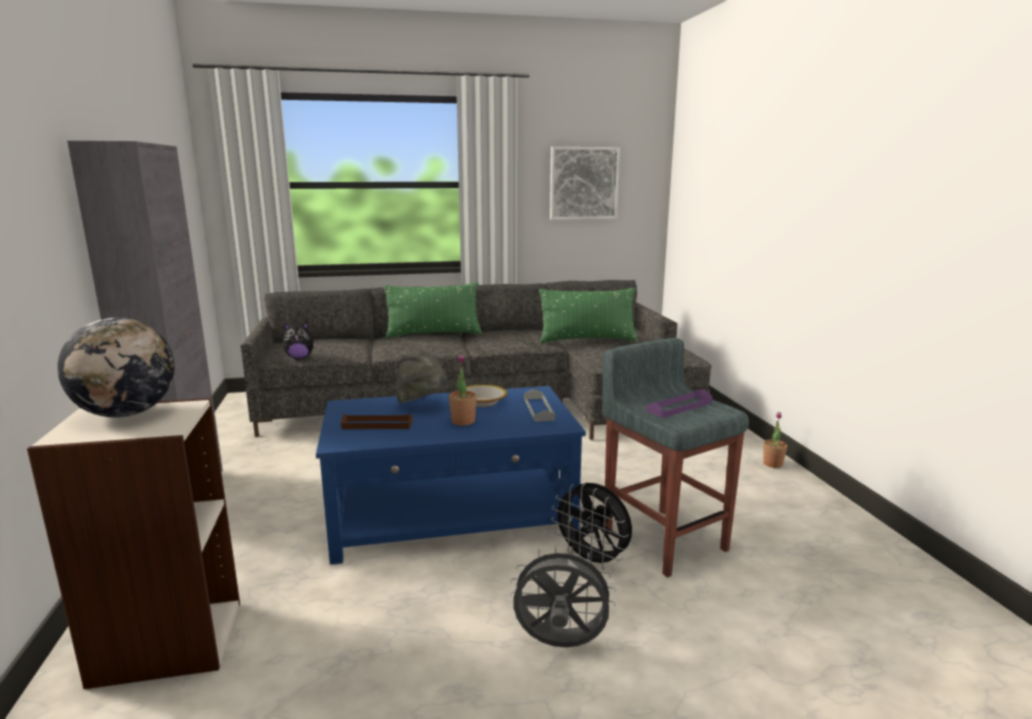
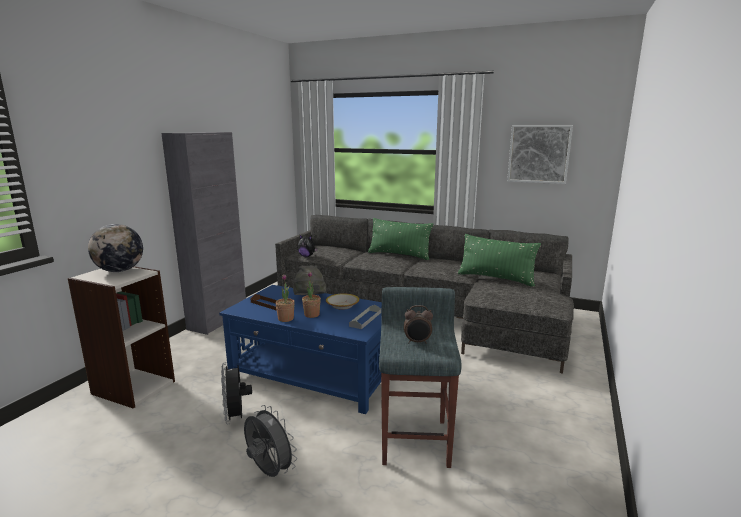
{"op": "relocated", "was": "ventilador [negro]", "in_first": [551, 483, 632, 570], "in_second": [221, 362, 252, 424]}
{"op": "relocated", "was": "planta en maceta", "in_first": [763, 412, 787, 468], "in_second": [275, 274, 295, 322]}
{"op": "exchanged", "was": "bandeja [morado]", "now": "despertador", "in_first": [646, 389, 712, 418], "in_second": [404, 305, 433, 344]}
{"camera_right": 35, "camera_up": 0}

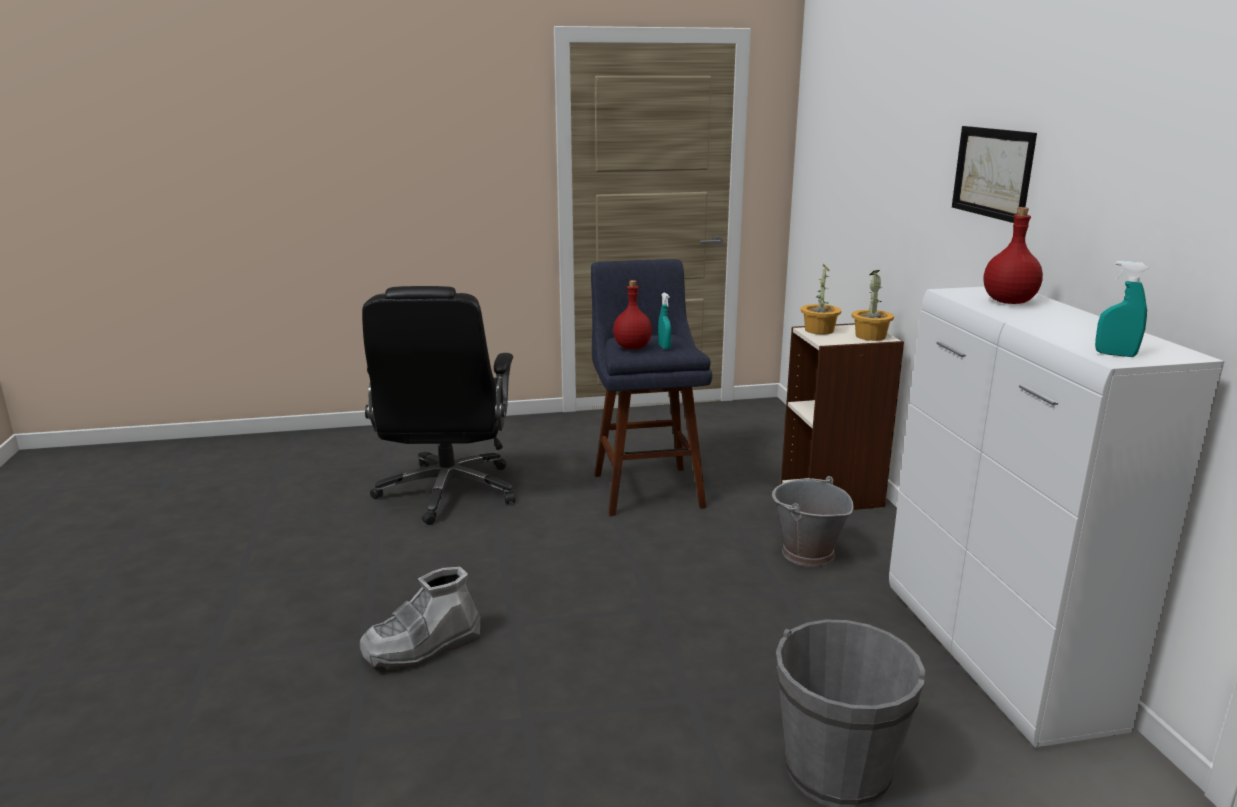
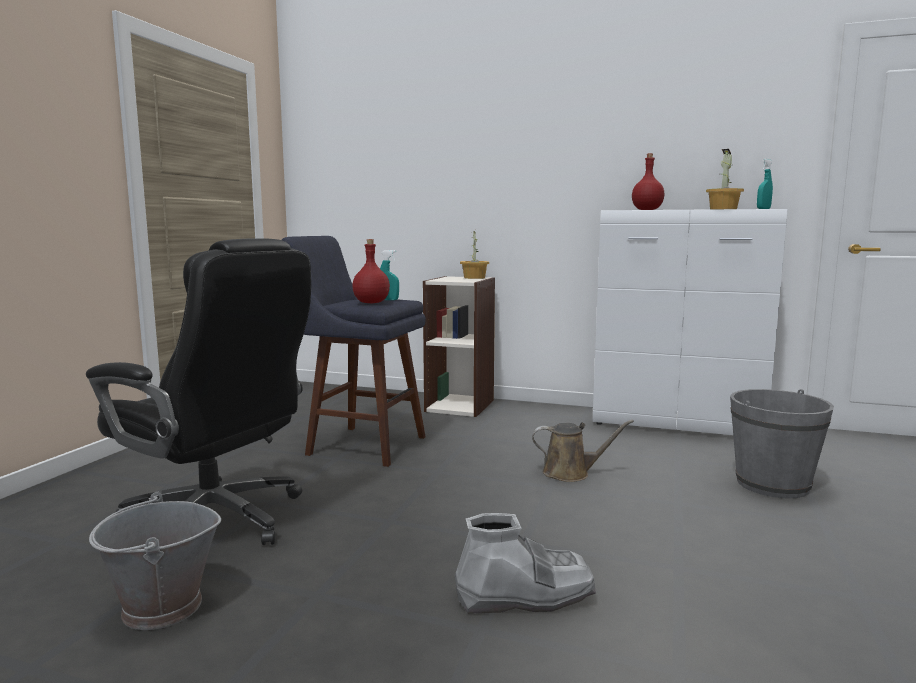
{"op": "missing", "was": "cuadro", "in_first": [952, 126, 1037, 223]}
{"op": "appeared", "now": "regadera [marrón]", "in_second": [532, 420, 634, 482]}
{"op": "relocated", "was": "cubo [gris]", "in_first": [772, 476, 854, 567], "in_second": [89, 492, 221, 630]}
{"op": "relocated", "was": "planta en maceta", "in_first": [801, 264, 841, 334], "in_second": [706, 149, 744, 209]}
{"op": "spun", "was": "bota [gris]", "in_first": [359, 567, 480, 669], "in_second": [455, 513, 596, 614], "clockwise": -90}
{"camera_right": -60, "camera_up": -10}

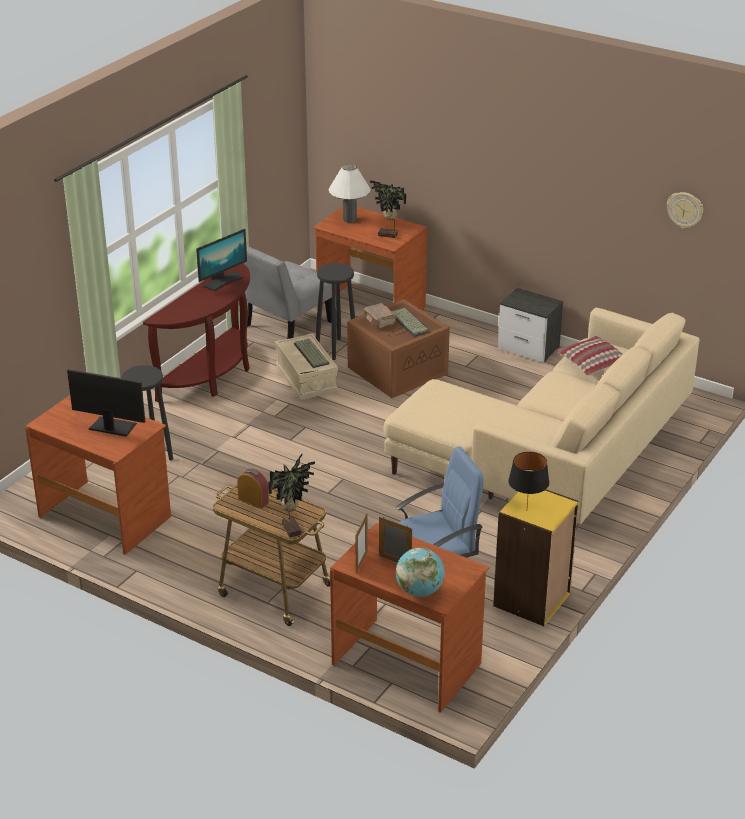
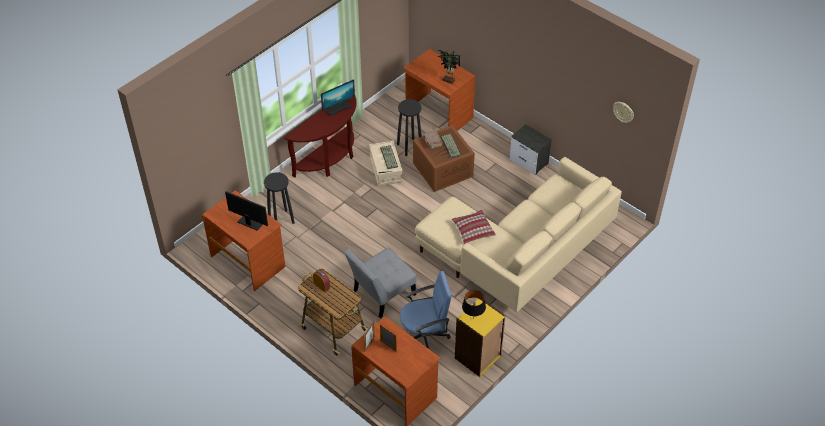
{"op": "missing", "was": "planta en maceta", "in_first": [268, 454, 315, 537]}
{"op": "missing", "was": "lámpara de mesa [blanco]", "in_first": [329, 164, 371, 223]}
{"op": "missing", "was": "globo terráqueo", "in_first": [396, 547, 444, 597]}
{"op": "relocated", "was": "silla [gris]", "in_first": [244, 245, 332, 339], "in_second": [344, 248, 416, 318]}
{"op": "relocated", "was": "cojín", "in_first": [555, 336, 623, 376], "in_second": [452, 210, 496, 244]}
{"camera_right": 10, "camera_up": 15}

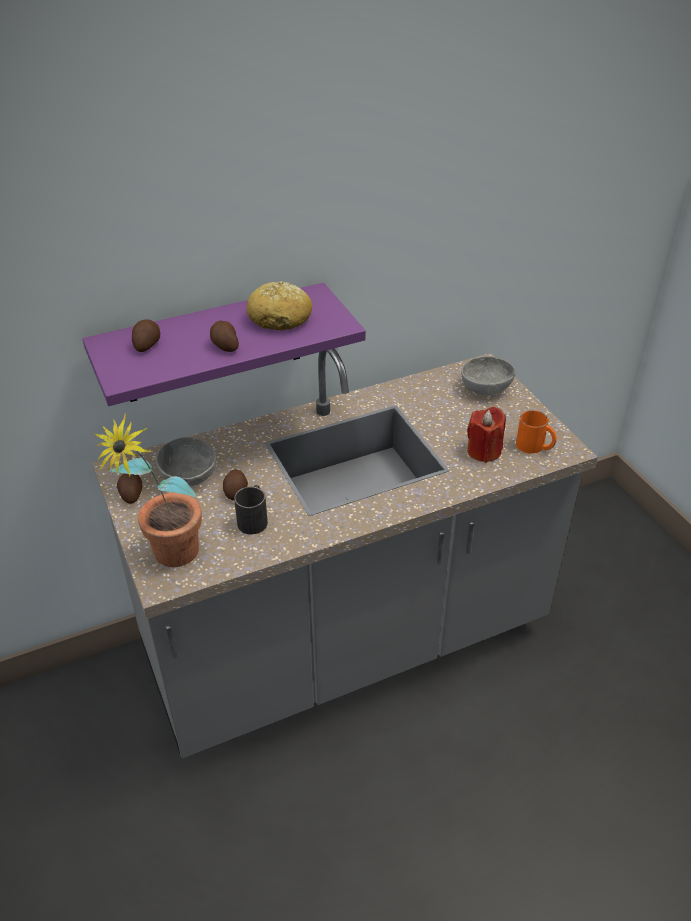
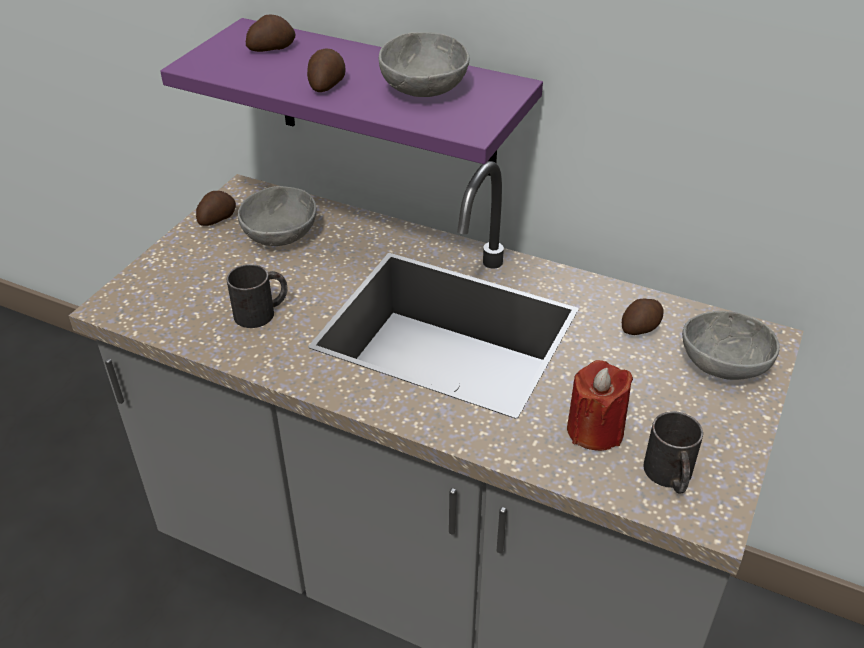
{"op": "missing", "was": "planta en maceta", "in_first": [94, 413, 202, 567]}
{"op": "relocated", "was": "patata", "in_first": [223, 469, 248, 500], "in_second": [622, 298, 664, 335]}
{"op": "exchanged", "was": "pan", "now": "cuenco [gris]", "in_first": [246, 281, 312, 331], "in_second": [379, 32, 470, 97]}
{"op": "colour", "was": "taza grande [naranja]", "now": "taza grande [negro]", "in_first": [516, 410, 557, 454], "in_second": [643, 411, 703, 494]}
{"camera_right": 50, "camera_up": 0}

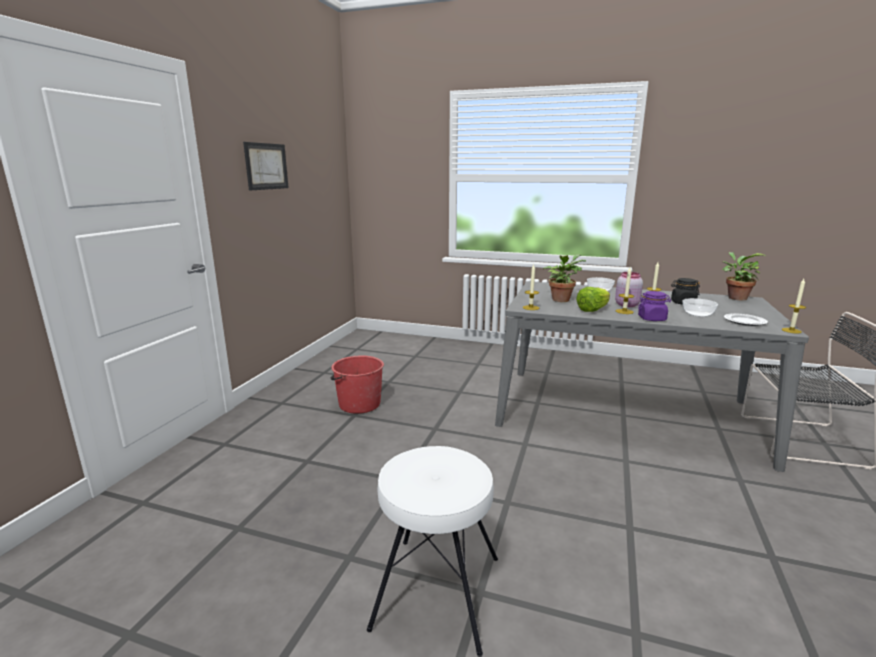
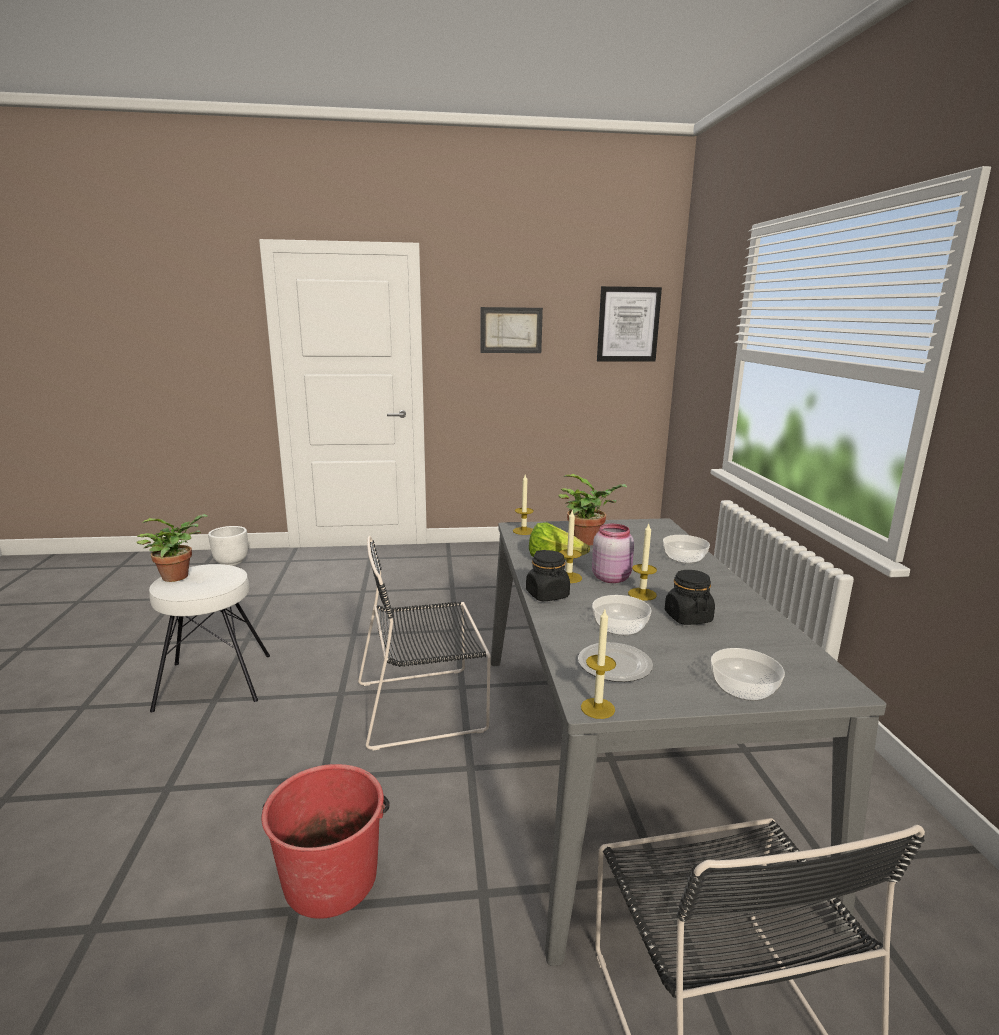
{"op": "appeared", "now": "maceta [blanco]", "in_second": [208, 526, 248, 566]}
{"op": "appeared", "now": "silla [negro]", "in_second": [358, 536, 491, 751]}
{"op": "appeared", "now": "cuadro", "in_second": [597, 286, 662, 362]}
{"op": "appeared", "now": "cuenco", "in_second": [711, 648, 785, 701]}
{"op": "relocated", "was": "cubo [rojo]", "in_first": [331, 355, 384, 414], "in_second": [261, 764, 390, 919]}
{"op": "relocated", "was": "planta en maceta", "in_first": [722, 252, 765, 301], "in_second": [136, 514, 209, 582]}
{"op": "colour", "was": "tarro [morado]", "now": "tarro [negro]", "in_first": [638, 291, 671, 321], "in_second": [526, 550, 570, 601]}
{"camera_right": 65, "camera_up": 0}

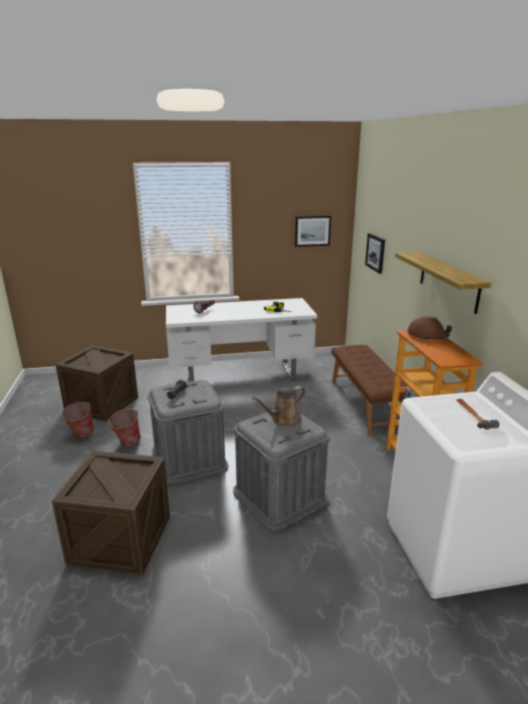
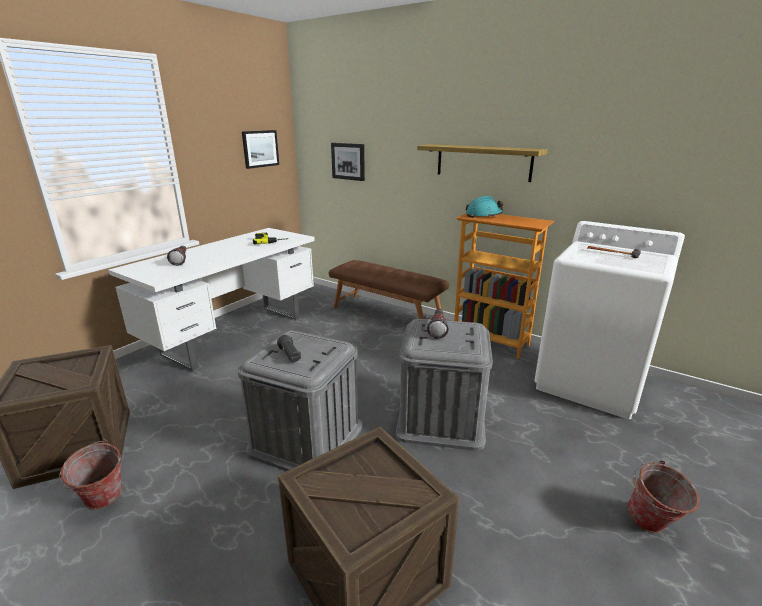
{"op": "relocated", "was": "cubo", "in_first": [107, 409, 141, 447], "in_second": [627, 460, 700, 533]}
{"op": "exchanged", "was": "regadera [marrón]", "now": "linterna", "in_first": [252, 386, 305, 426], "in_second": [427, 309, 449, 339]}
{"op": "colour", "was": "casco [marrón]", "now": "casco [turquesa]", "in_first": [407, 316, 452, 340], "in_second": [466, 196, 504, 218]}
{"camera_right": -45, "camera_up": 0}

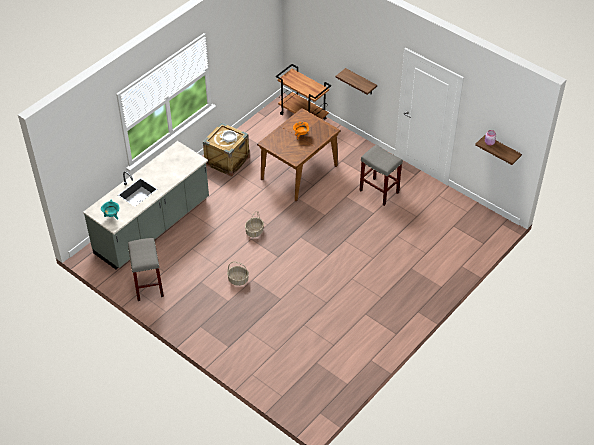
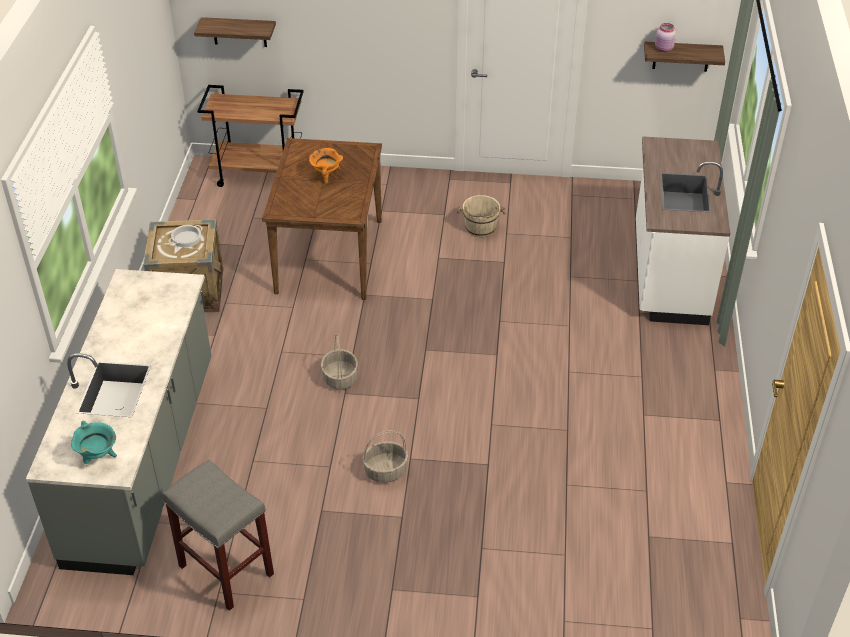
{"op": "appeared", "now": "mueble bajo de cocina [blanco]", "in_second": [636, 137, 730, 325]}
{"op": "relocated", "was": "estante", "in_first": [335, 68, 377, 95], "in_second": [194, 17, 276, 47]}
{"op": "exchanged", "was": "taburete [gris]", "now": "cubo [beis]", "in_first": [360, 144, 403, 206], "in_second": [456, 195, 506, 237]}
{"camera_right": -35, "camera_up": -5}

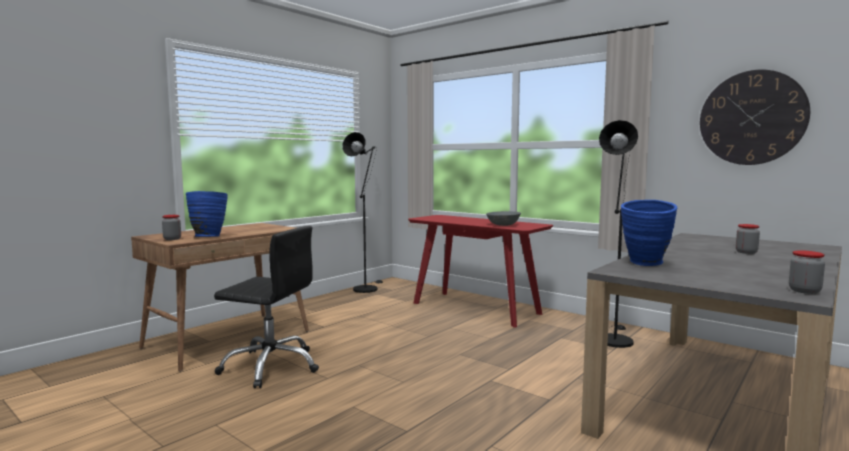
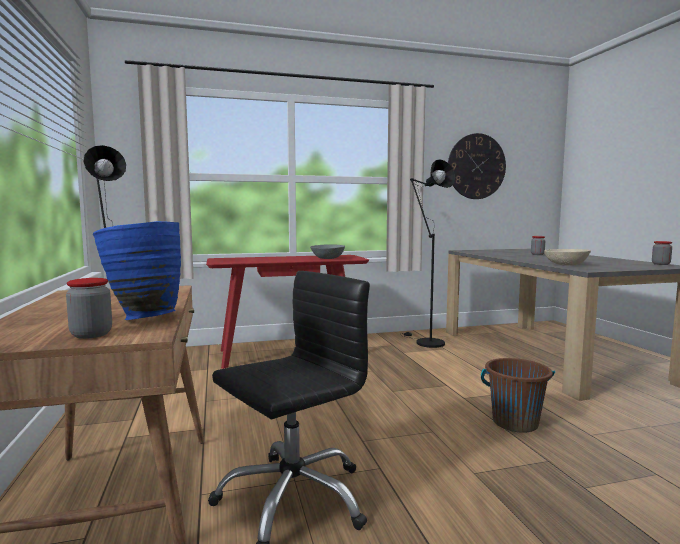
{"op": "appeared", "now": "cubo [marrón]", "in_second": [481, 358, 555, 433]}
{"op": "exchanged", "was": "florero [azul]", "now": "cuenco [beis]", "in_first": [621, 200, 677, 266], "in_second": [544, 249, 591, 266]}
{"camera_right": -55, "camera_up": 0}

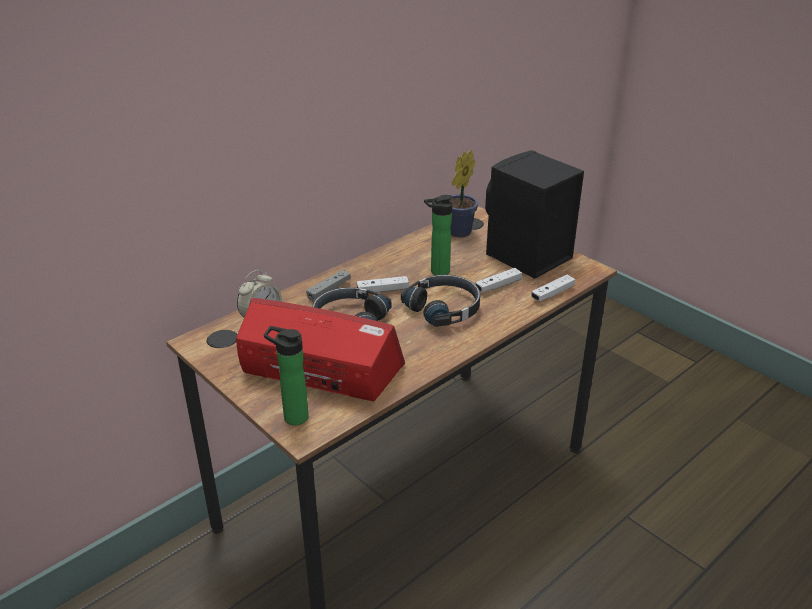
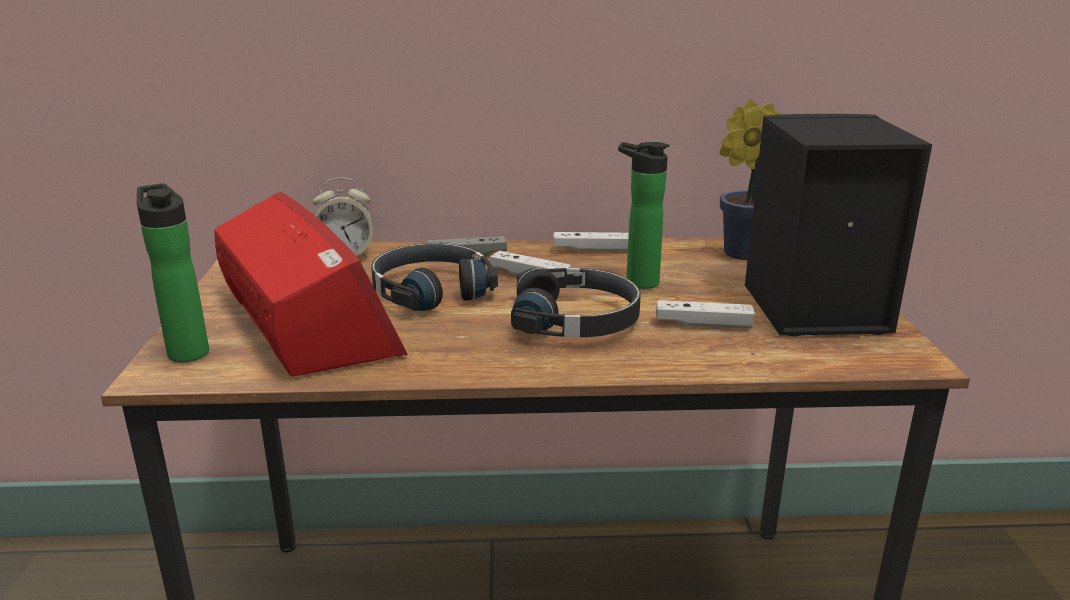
{"op": "relocated", "was": "mando de consola [blanco]", "in_first": [531, 275, 575, 301], "in_second": [553, 232, 629, 252]}
{"camera_right": 40, "camera_up": -10}

